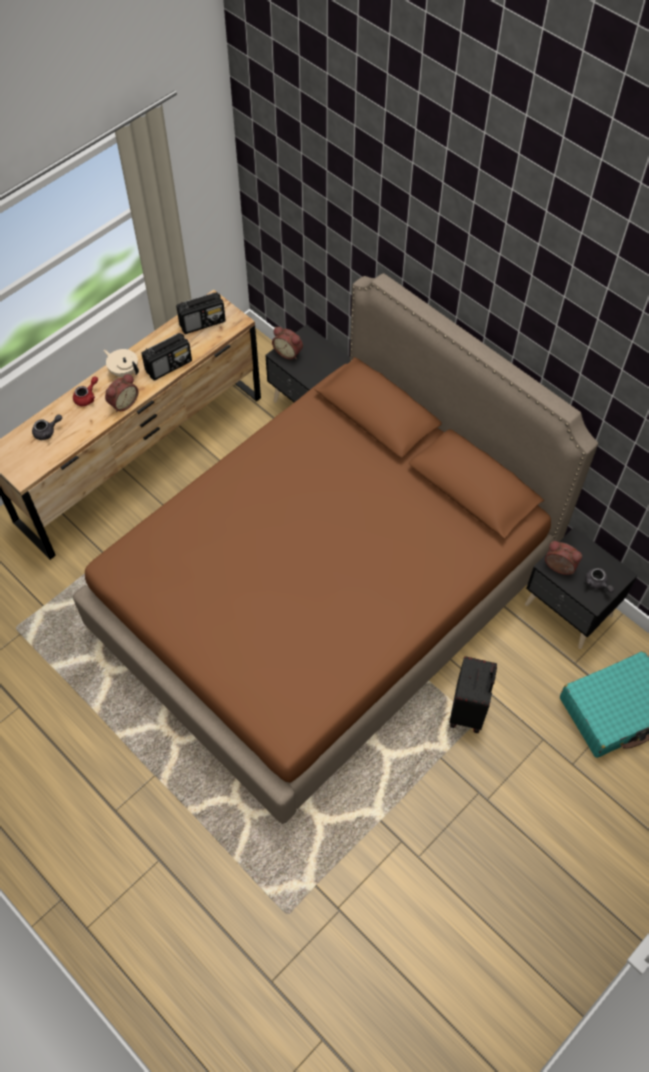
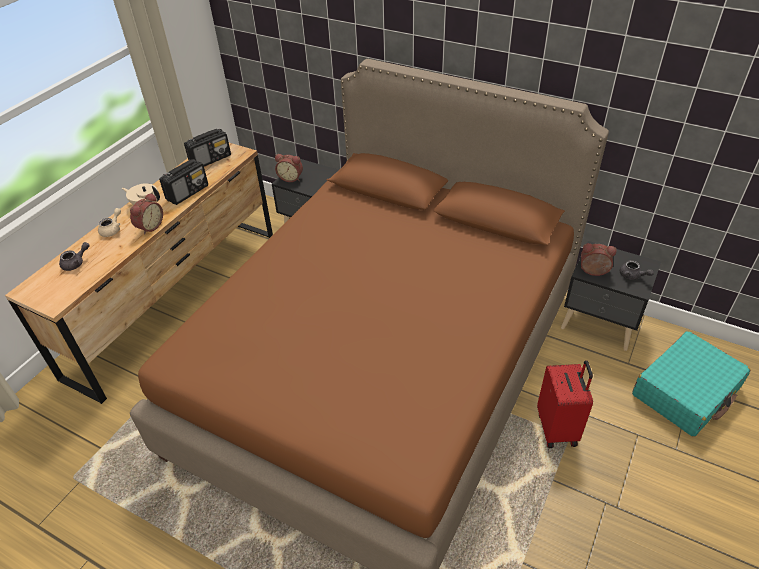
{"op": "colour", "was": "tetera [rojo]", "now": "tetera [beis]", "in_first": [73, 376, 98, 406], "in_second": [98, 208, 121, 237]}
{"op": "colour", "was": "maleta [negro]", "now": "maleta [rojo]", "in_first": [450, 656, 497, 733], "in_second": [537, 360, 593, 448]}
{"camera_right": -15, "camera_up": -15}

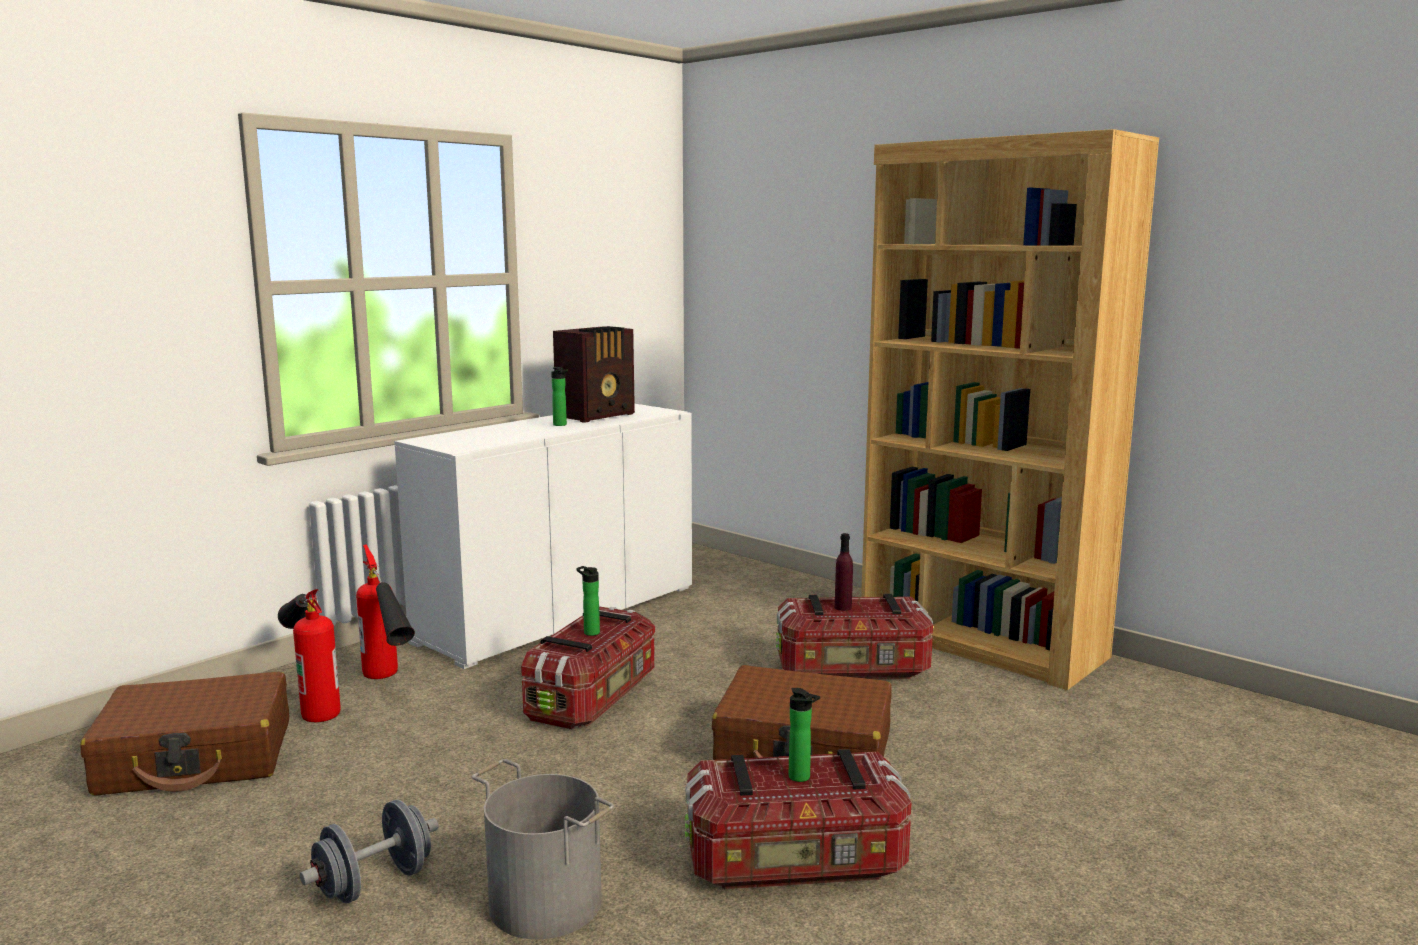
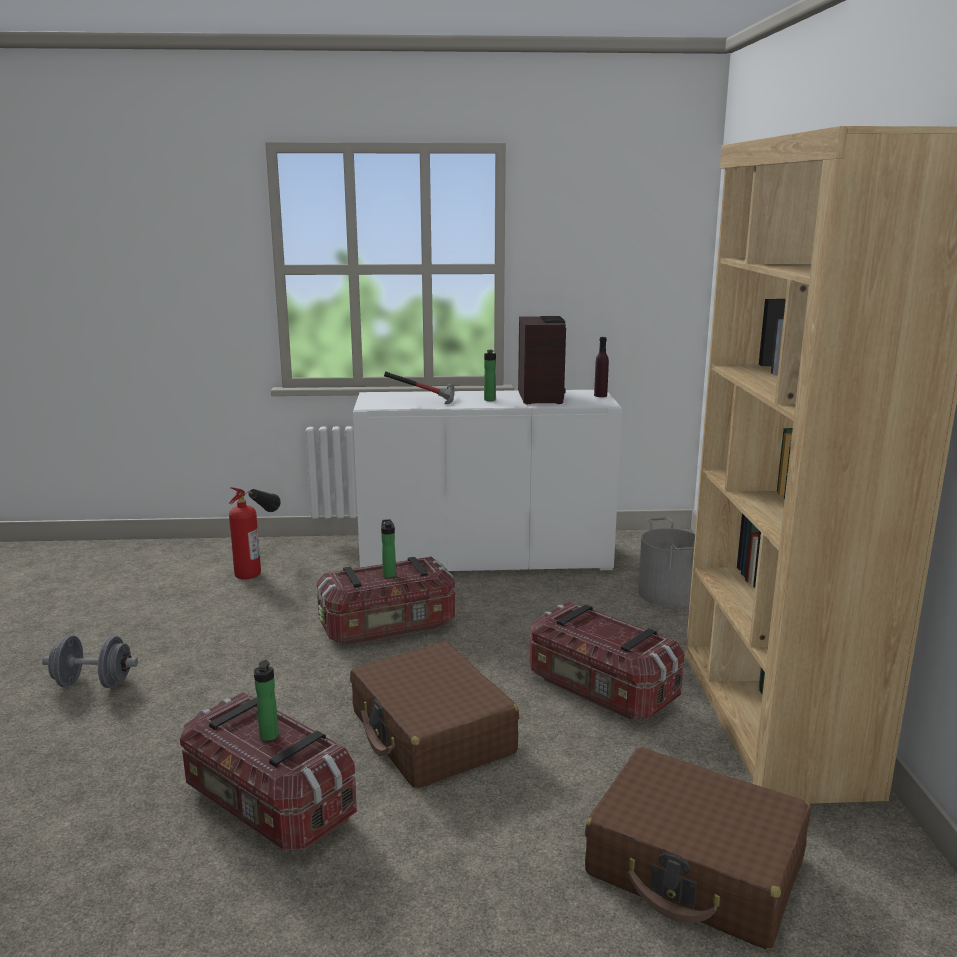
{"op": "missing", "was": "extintor", "in_first": [356, 545, 415, 679]}
{"op": "appeared", "now": "martillo", "in_second": [384, 371, 455, 404]}
{"op": "relocated", "was": "maleta [marrón]", "in_first": [80, 672, 289, 796], "in_second": [585, 747, 811, 950]}
{"op": "relocated", "was": "cubo [gris]", "in_first": [472, 759, 614, 939], "in_second": [638, 517, 695, 607]}
{"op": "relocated", "was": "botella [morado]", "in_first": [835, 533, 853, 611], "in_second": [594, 337, 609, 397]}
{"op": "spun", "was": "radio", "in_first": [553, 326, 635, 423], "in_second": [518, 316, 566, 404], "clockwise": -90}
{"camera_right": 45, "camera_up": 5}

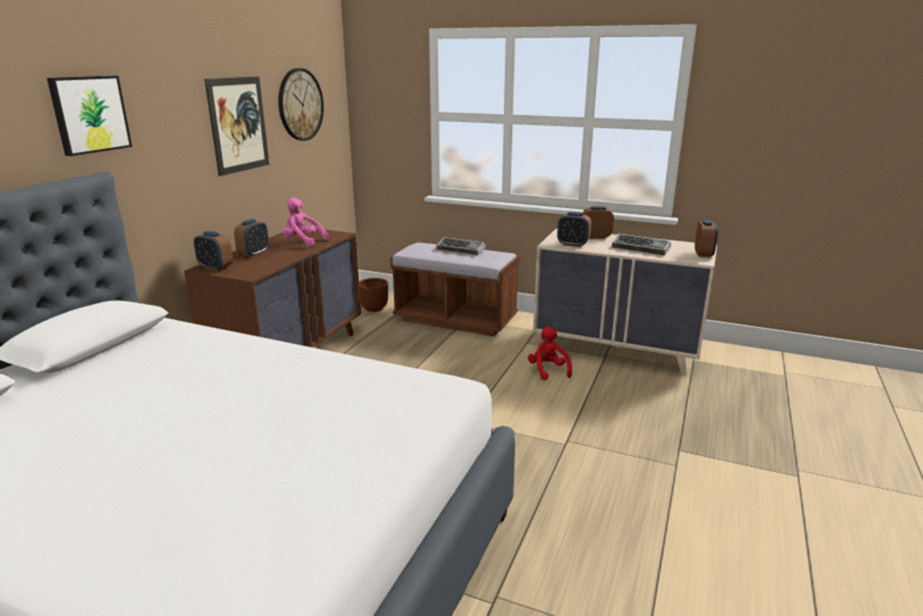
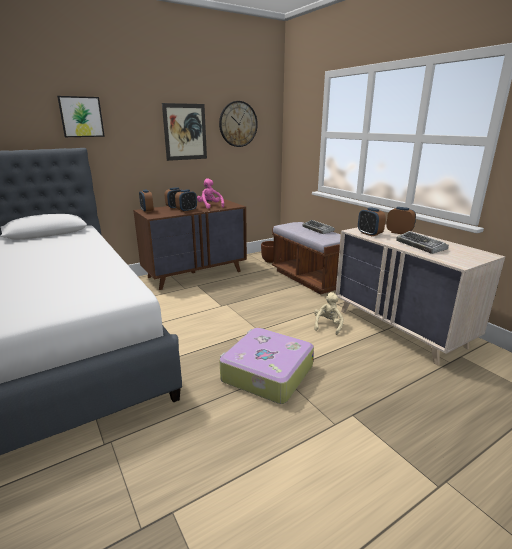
{"op": "appeared", "now": "maleta", "in_second": [220, 328, 314, 404]}
{"op": "relocated", "was": "despertador", "in_first": [695, 219, 718, 257], "in_second": [175, 189, 197, 212]}
{"op": "colour", "was": "peluche [rojo]", "now": "peluche [beis]", "in_first": [528, 327, 572, 381], "in_second": [314, 292, 344, 335]}
{"camera_right": 35, "camera_up": 0}

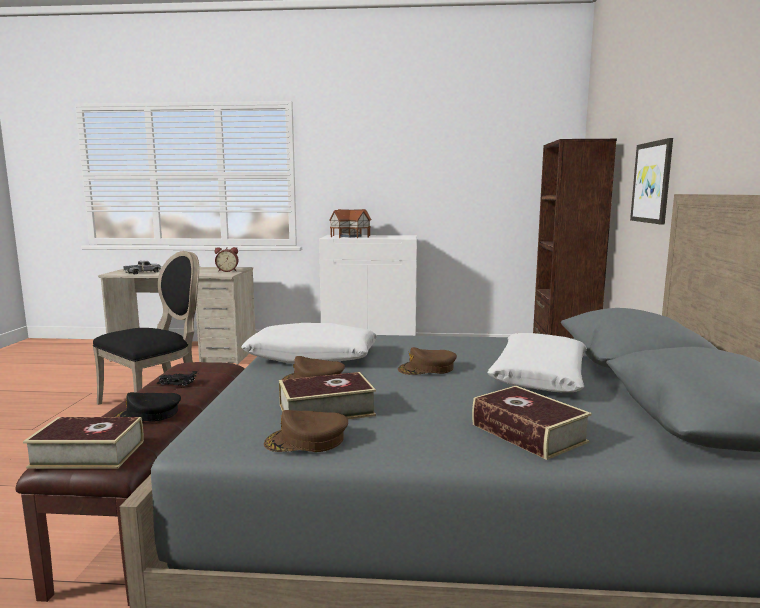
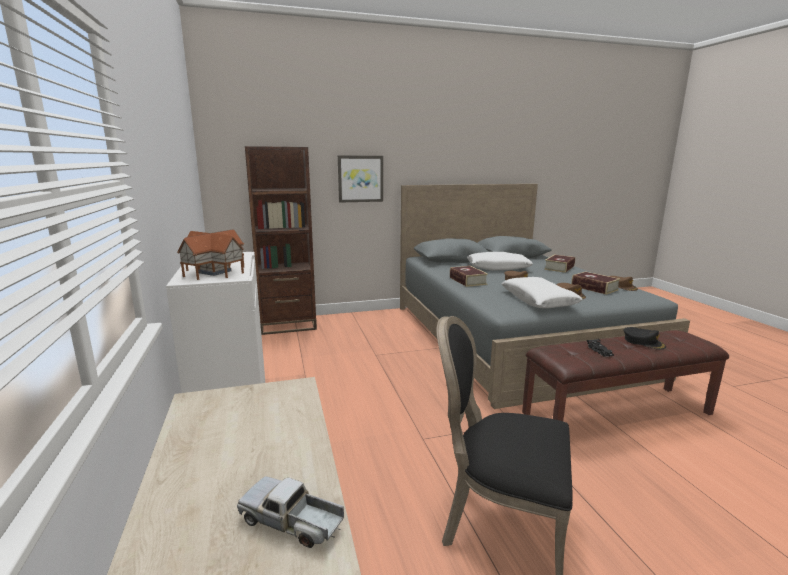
{"op": "missing", "was": "despertador", "in_first": [215, 247, 239, 272]}
{"op": "relocated", "was": "libro", "in_first": [23, 417, 144, 469], "in_second": [450, 266, 488, 287]}
{"camera_right": -110, "camera_up": 5}

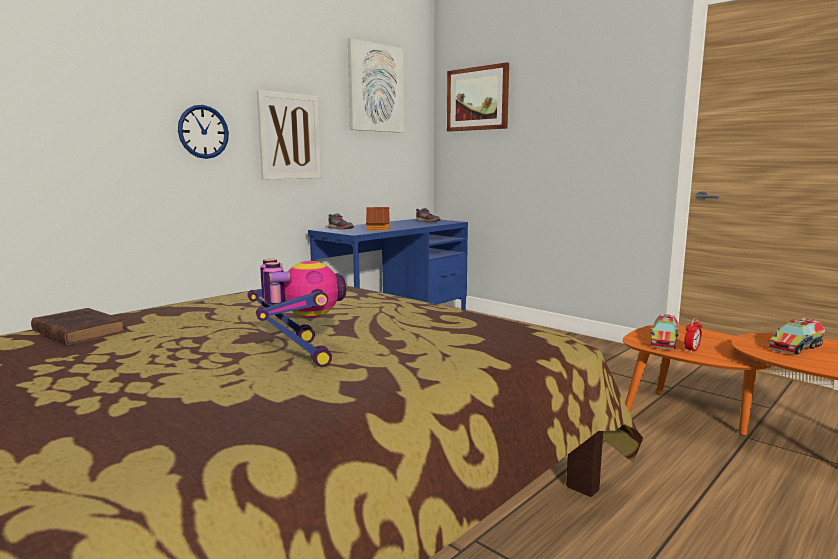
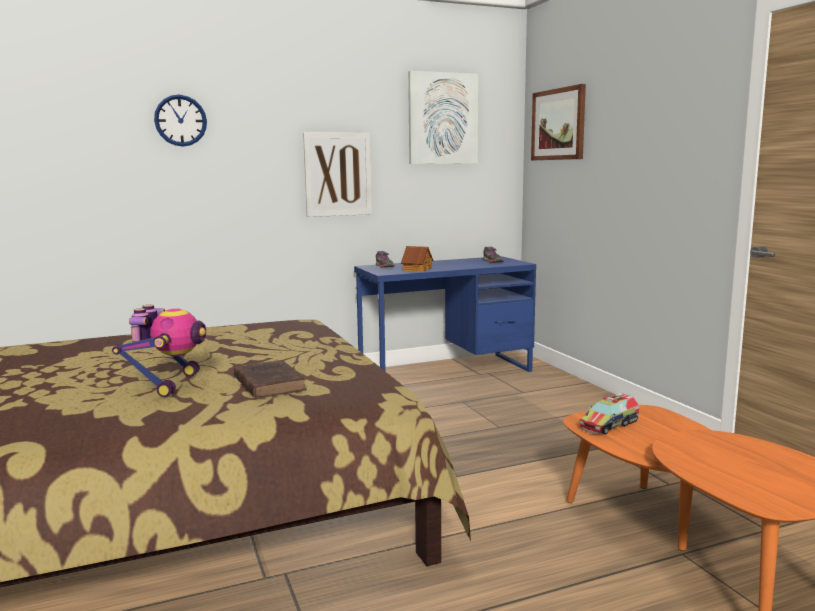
{"op": "missing", "was": "despertador", "in_first": [684, 317, 703, 353]}
{"op": "missing", "was": "camión de juguete", "in_first": [769, 318, 825, 355]}
{"op": "relocated", "was": "libro [marrón]", "in_first": [31, 308, 126, 345], "in_second": [234, 360, 307, 399]}
{"op": "relocated", "was": "reloj de pared", "in_first": [178, 105, 229, 159], "in_second": [154, 95, 207, 147]}
{"camera_right": 25, "camera_up": 0}

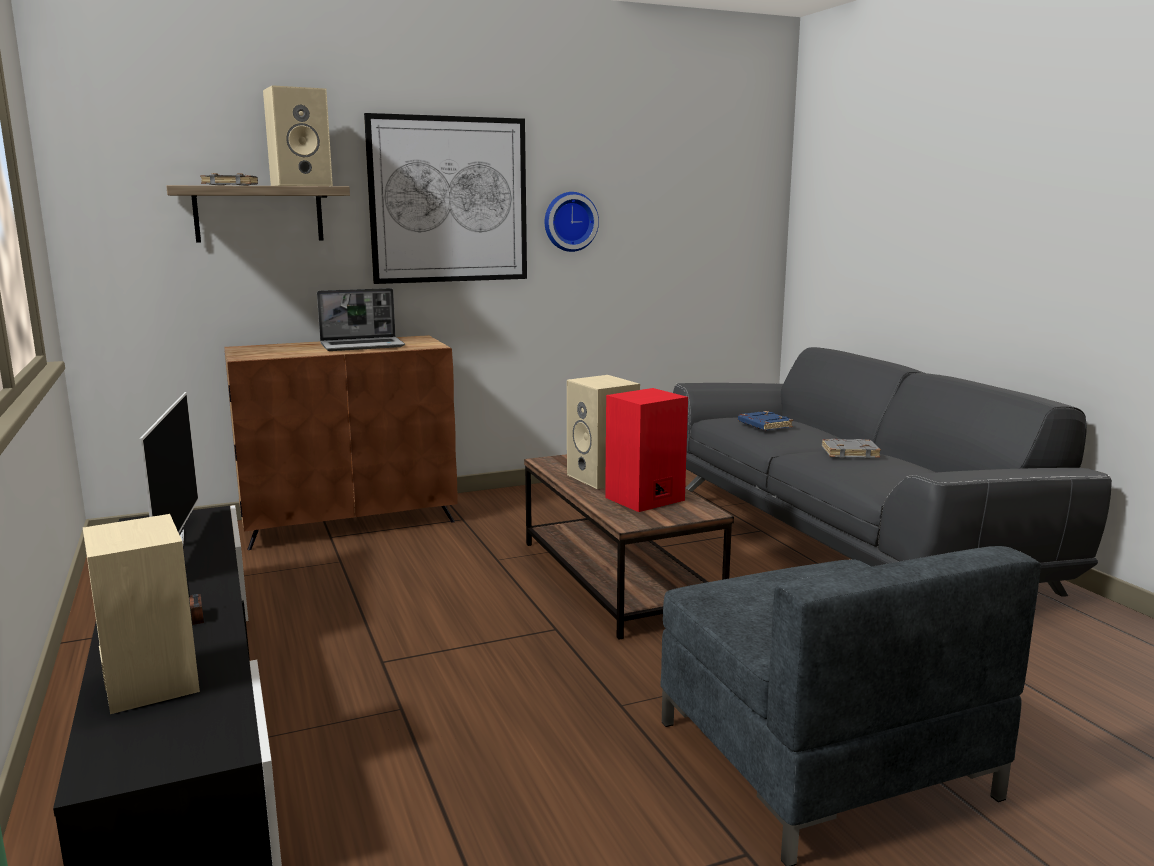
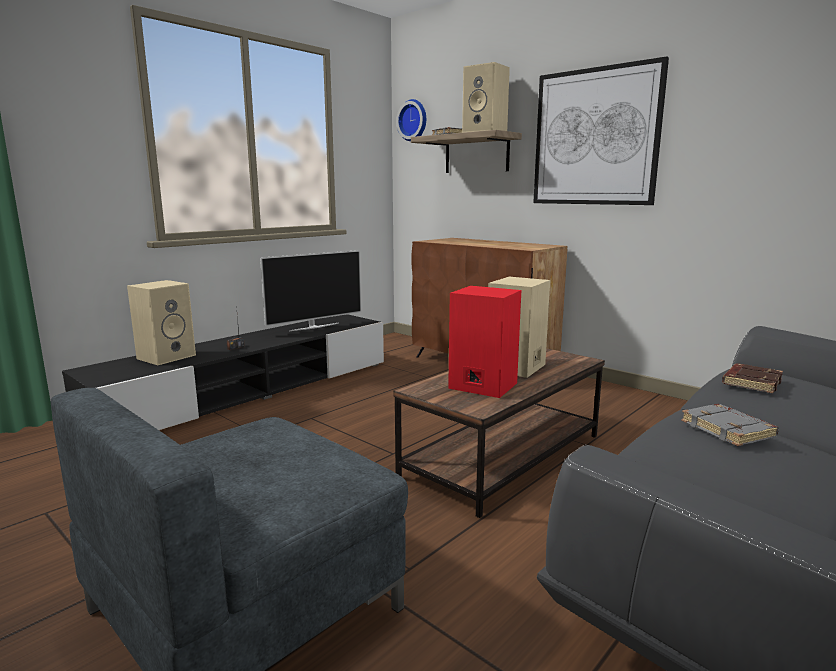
{"op": "missing", "was": "portátil", "in_first": [317, 288, 405, 351]}
{"op": "relocated", "was": "reloj de pared", "in_first": [545, 192, 599, 252], "in_second": [396, 99, 426, 141]}
{"op": "colour", "was": "libro [azul]", "now": "libro [marrón]", "in_first": [738, 411, 793, 431], "in_second": [722, 363, 783, 393]}
{"camera_right": 65, "camera_up": 0}

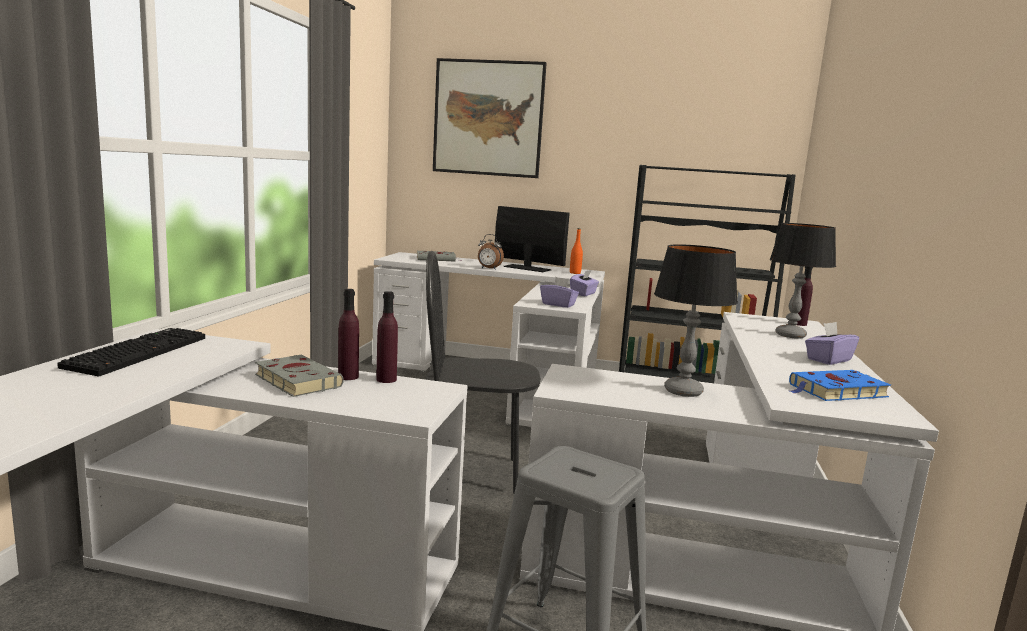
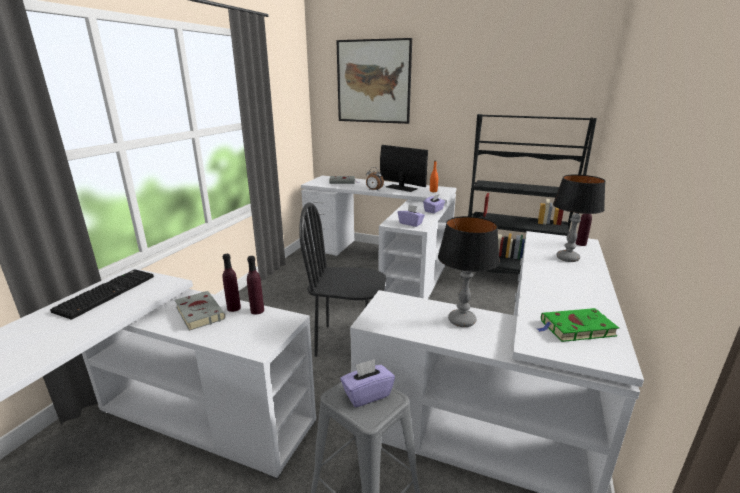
{"op": "relocated", "was": "caja de pañuelos [morado]", "in_first": [805, 322, 859, 365], "in_second": [340, 359, 395, 407]}
{"op": "colour", "was": "libro [azul]", "now": "libro [verde]", "in_first": [789, 370, 891, 401], "in_second": [538, 308, 619, 342]}
{"camera_right": 10, "camera_up": 10}

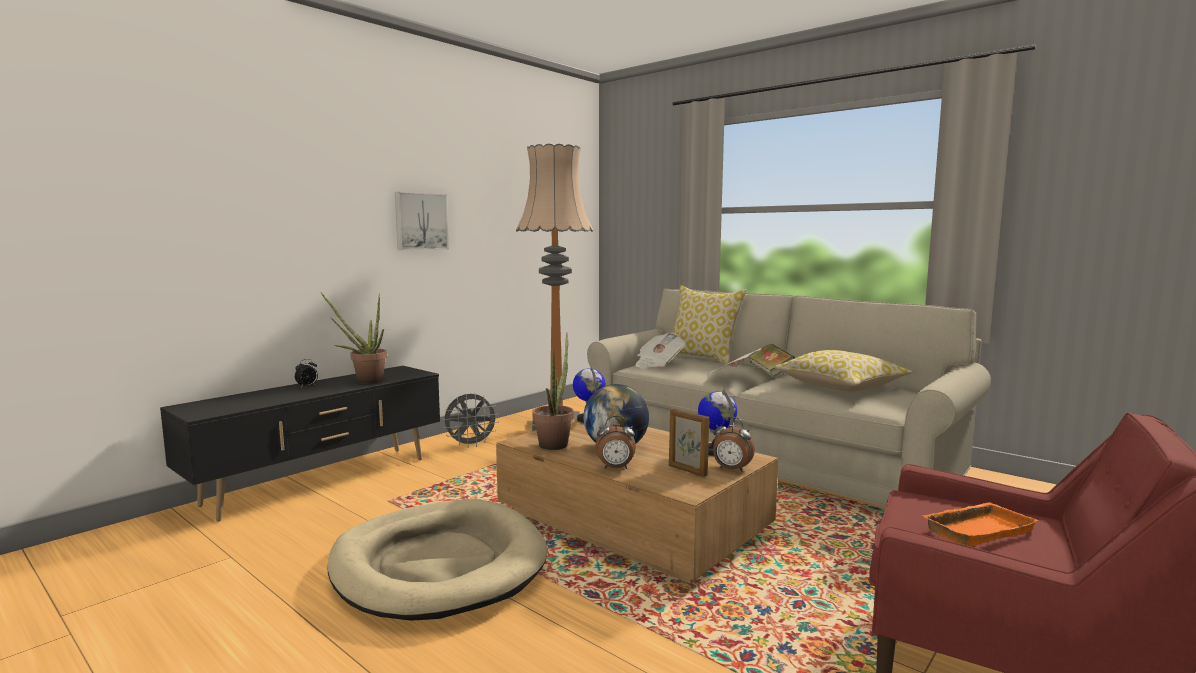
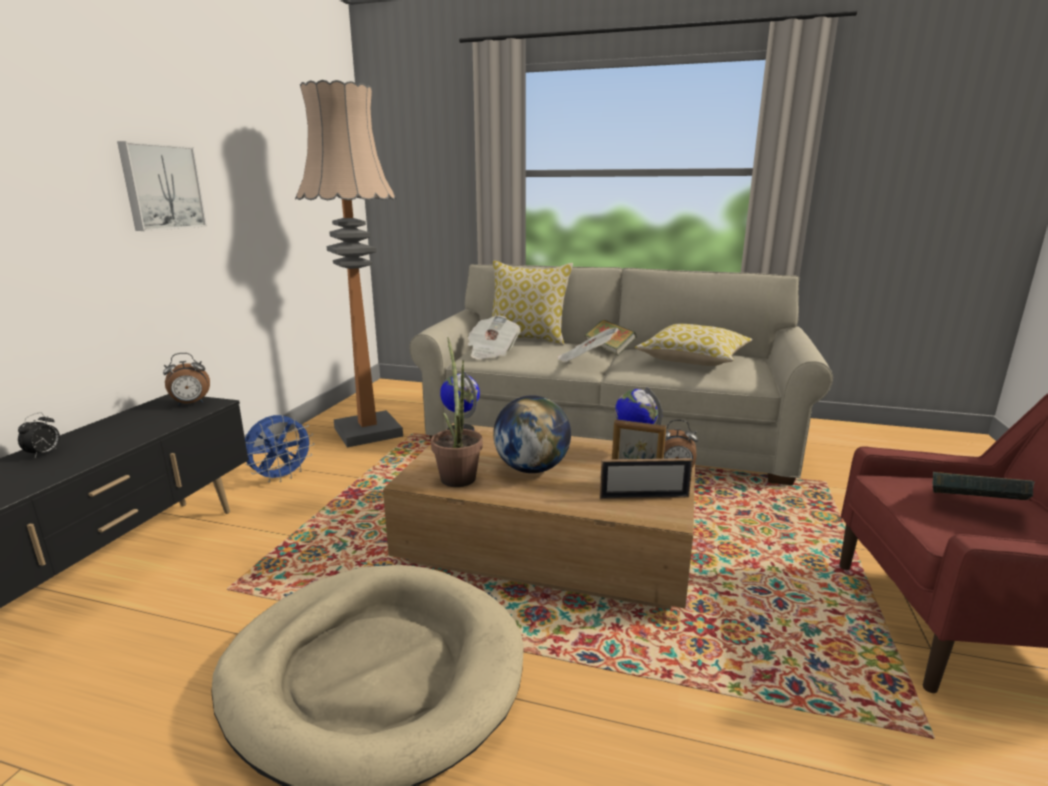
{"op": "missing", "was": "planta en maceta", "in_first": [321, 292, 387, 384]}
{"op": "appeared", "now": "portarretratos", "in_second": [600, 458, 693, 499]}
{"op": "relocated", "was": "despertador", "in_first": [596, 416, 636, 469], "in_second": [163, 353, 210, 406]}
{"op": "exchanged", "was": "bandeja [naranja]", "now": "libro", "in_first": [921, 502, 1039, 547], "in_second": [933, 472, 1035, 500]}
{"op": "colour", "was": "ventilador [gris]", "now": "ventilador [azul]", "in_first": [443, 393, 499, 448], "in_second": [245, 414, 314, 483]}
{"camera_right": -25, "camera_up": 10}

